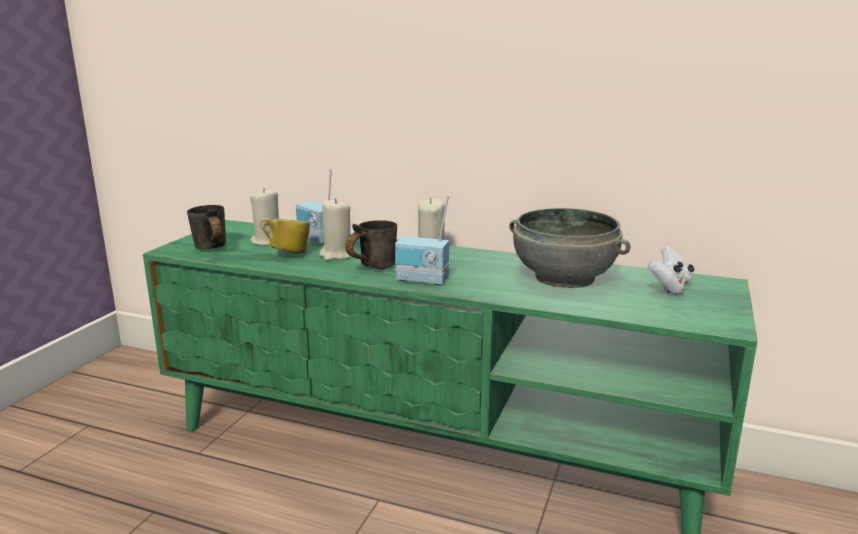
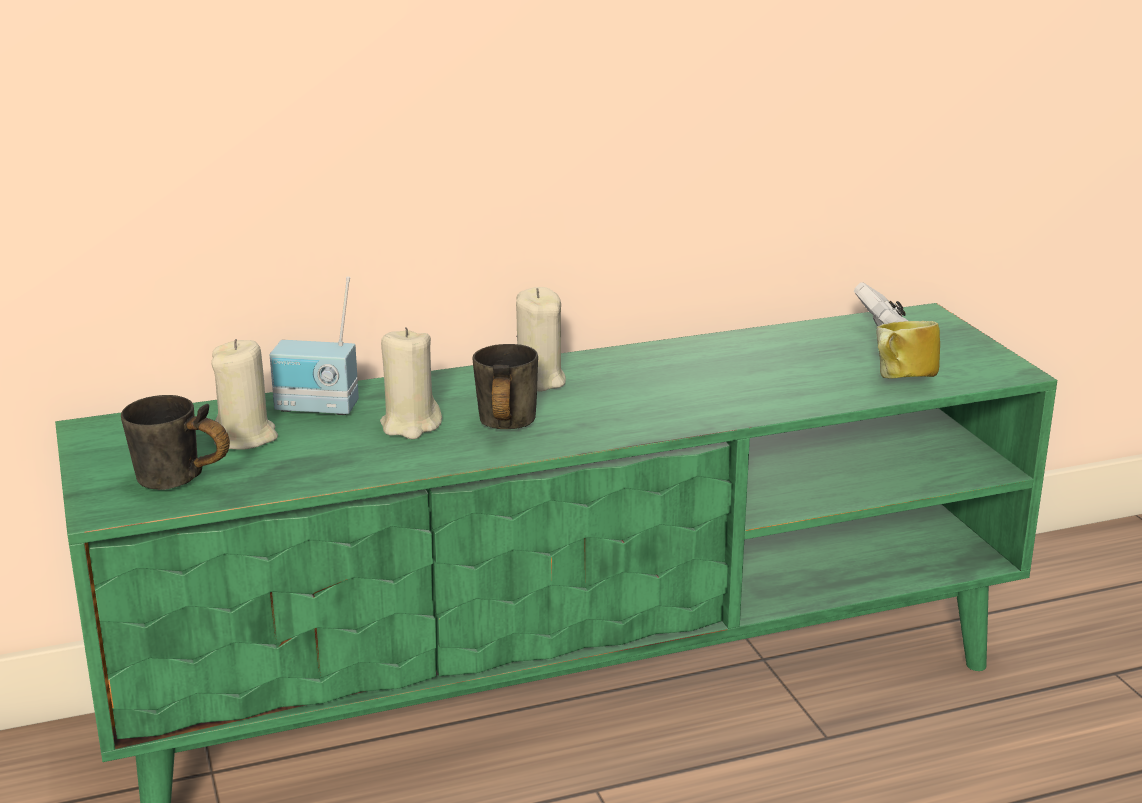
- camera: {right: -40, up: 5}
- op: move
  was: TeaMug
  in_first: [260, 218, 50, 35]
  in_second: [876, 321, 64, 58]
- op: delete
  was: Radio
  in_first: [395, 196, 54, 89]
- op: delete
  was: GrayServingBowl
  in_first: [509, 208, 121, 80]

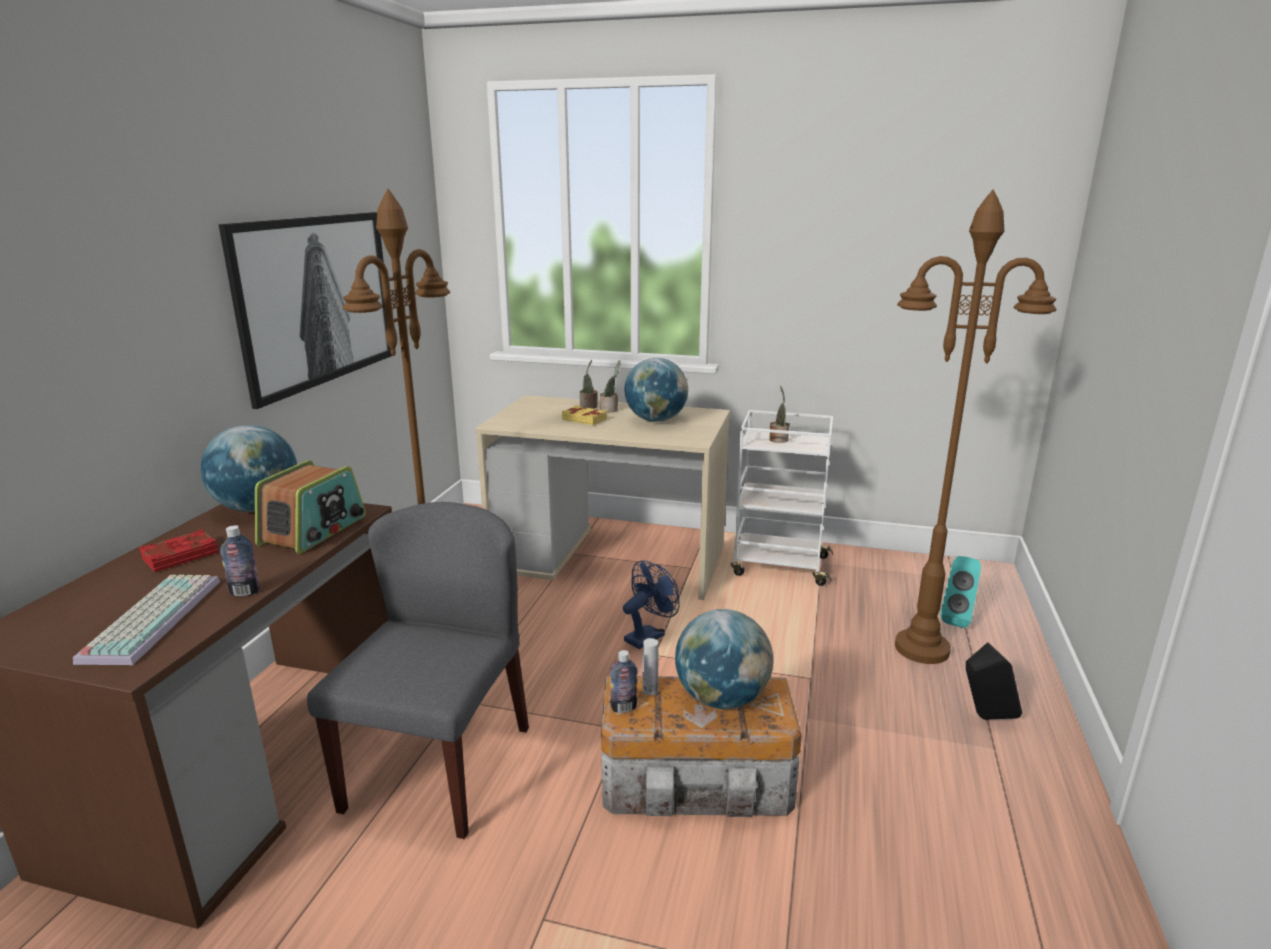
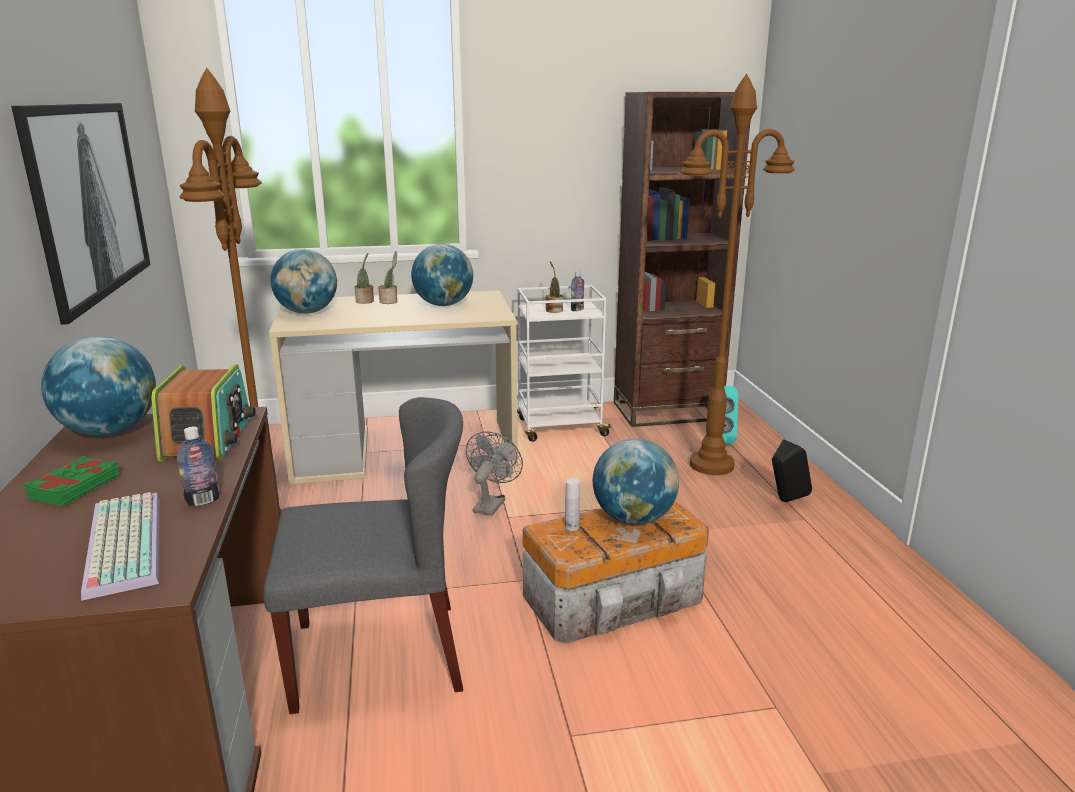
- camera: {right: -25, up: 0}
- op: recolor
  was: RedColouredVolume
  now: GreenVolume
  in_first: [139, 529, 80, 43]
  in_second: [23, 456, 97, 50]
- op: rotate
  was: GrayUprightChair
  in_first: [307, 502, 222, 337]
  in_second: [263, 397, 200, 317]
  clockwise: 90
- op: delete
  was: YellowColouredVolume
  in_first: [562, 405, 45, 20]
- op: move
  was: BeverageBottle
  in_first: [610, 650, 28, 63]
  in_second: [571, 271, 13, 40]
- op: recolor
  was: BluishCoolingFan
  now: GrayCoolingFan
  in_first: [623, 560, 57, 89]
  in_second: [466, 432, 57, 84]
- op: insert
  now: Globe
  in_second: [270, 249, 67, 65]
- op: insert
  now: BrownishBookshelf
  in_second: [614, 92, 136, 335]

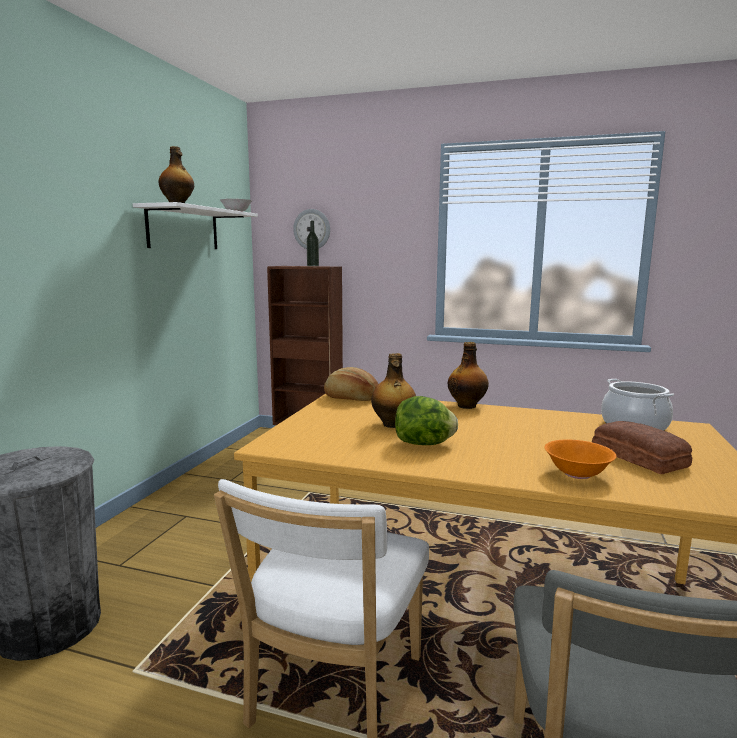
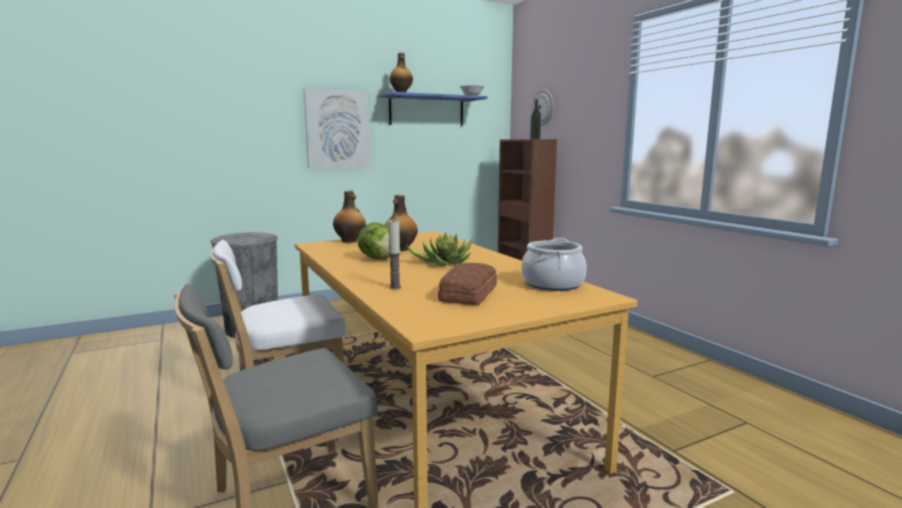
- camera: {right: 45, up: 0}
- op: recolor
  was: WhiteBracketShelf
  now: BluishBracketShelf
  in_first: [133, 202, 125, 47]
  in_second: [378, 92, 110, 34]
- op: delete
  was: BakedBread
  in_first: [324, 367, 55, 34]
- op: move
  was: BeverageBottle
  in_first: [448, 342, 41, 67]
  in_second: [333, 191, 33, 52]
- op: replace
  was: OrangeyServingBowl
  now: WaxLight
  in_first: [544, 440, 72, 39]
  in_second: [388, 219, 13, 70]
- op: insert
  now: WallArt
  in_second: [304, 88, 67, 81]
- op: insert
  now: PlantInAPot
  in_second: [406, 232, 66, 35]

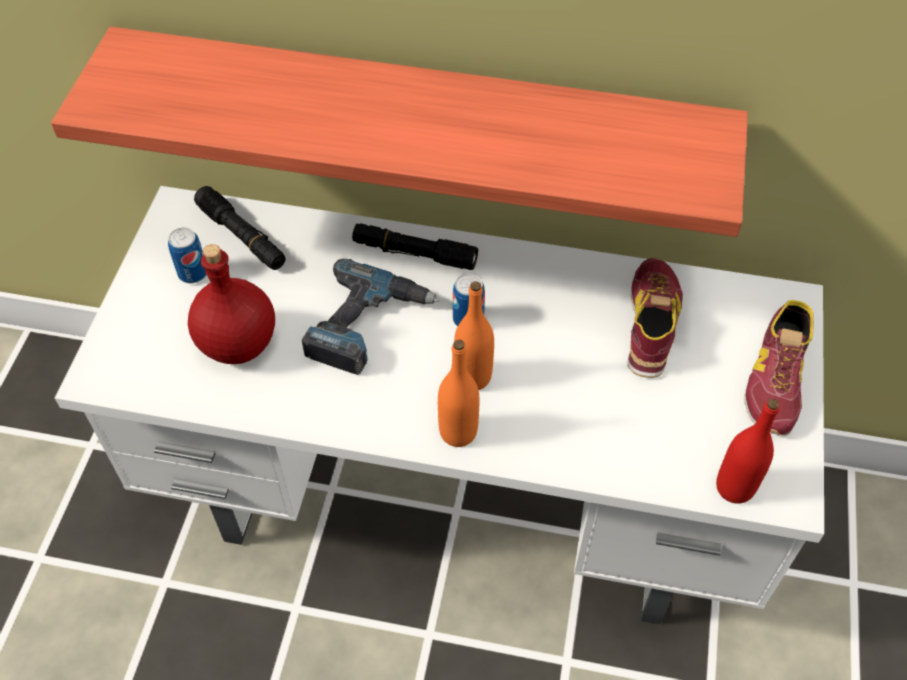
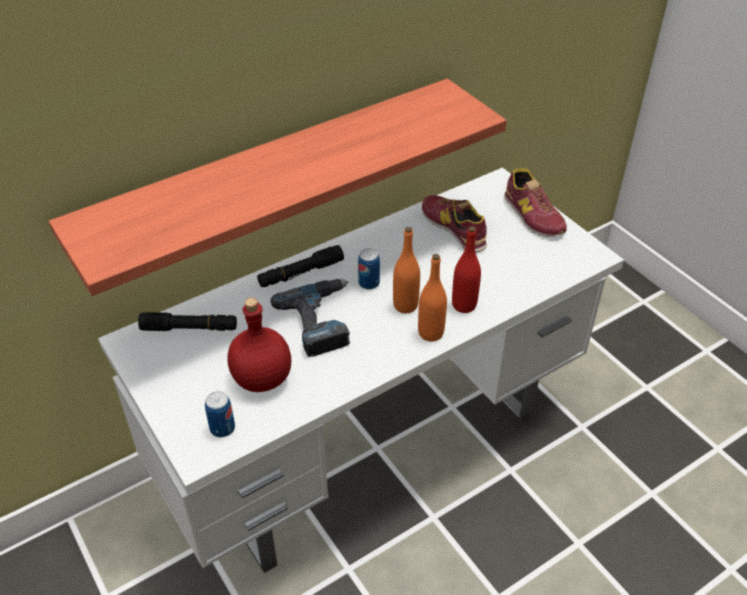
- camera: {right: -45, up: -10}
- op: move
  was: SealedCan
  in_first: [168, 227, 39, 56]
  in_second: [205, 391, 30, 47]
- op: move
  was: RedColouredBeverageBottle
  in_first: [716, 399, 64, 105]
  in_second: [452, 226, 29, 87]

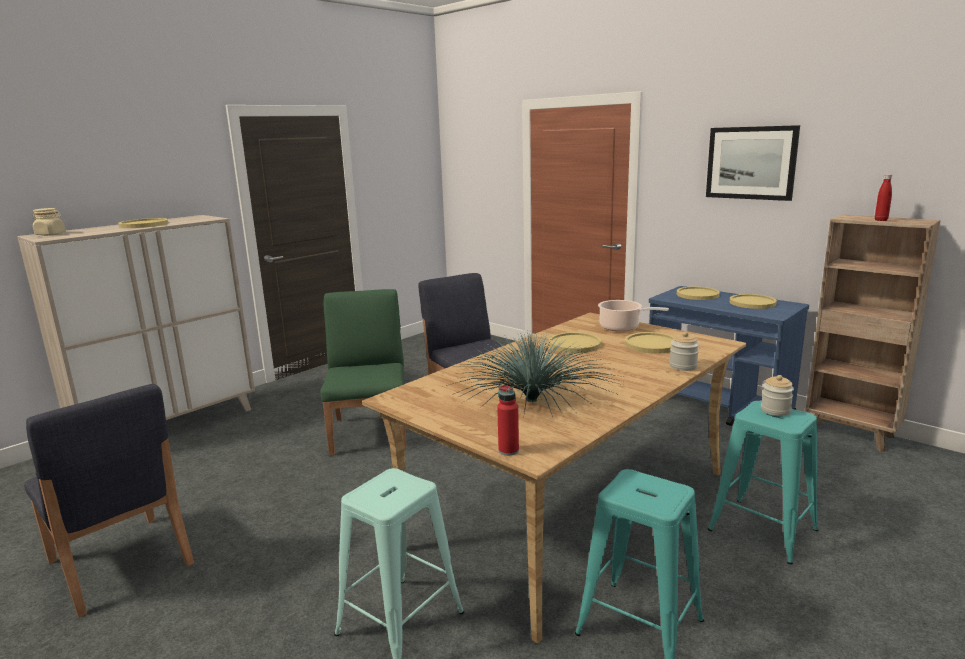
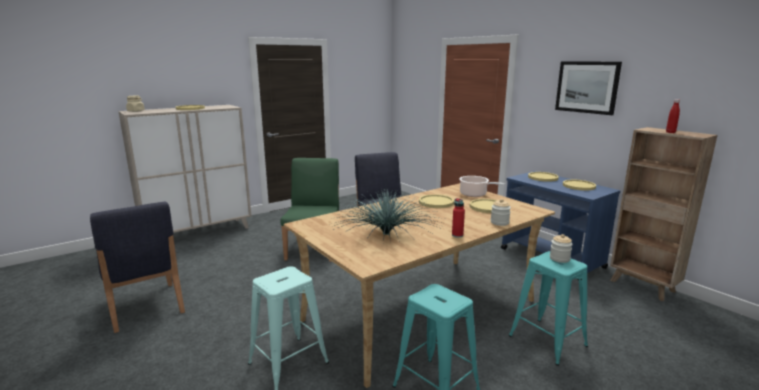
- camera: {right: 10, up: 0}
- op: move
  was: RedColouredBeverageBottle
  in_first: [497, 385, 22, 71]
  in_second: [452, 198, 13, 40]

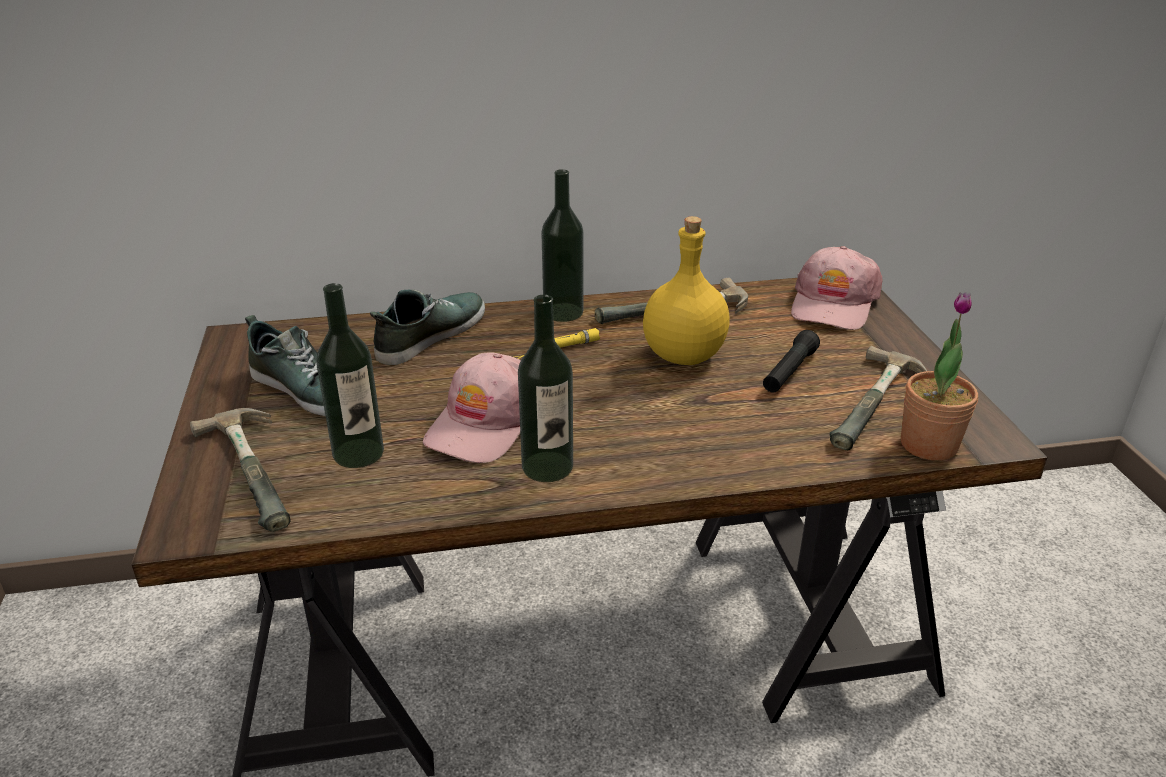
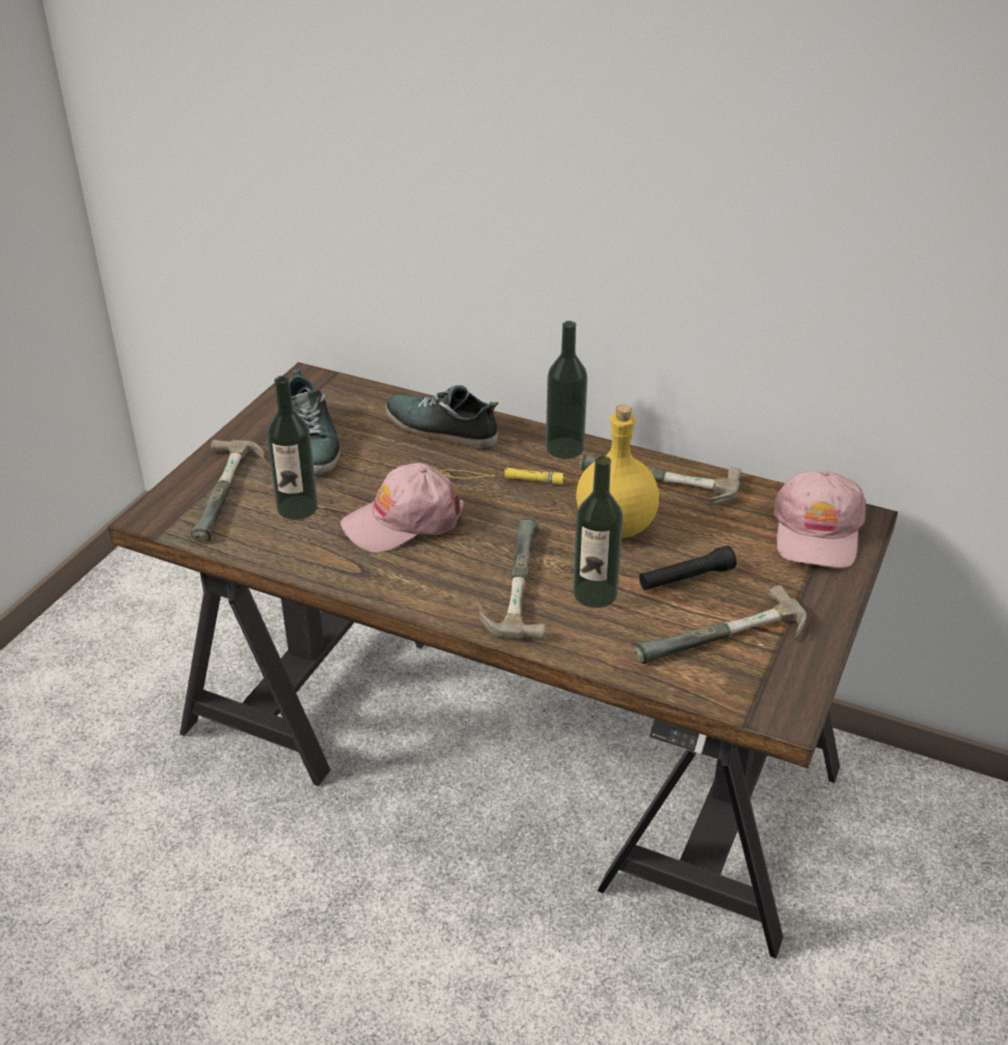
- camera: {right: 35, up: 5}
- op: rotate
  was: LowShoe
  in_first: [370, 289, 115, 76]
  in_second: [386, 385, 112, 64]
  clockwise: -135
- op: move
  was: BeverageBottle
  in_first: [518, 295, 55, 187]
  in_second: [573, 456, 50, 152]
- op: rotate
  was: PinkishBaseballCap
  in_first: [791, 246, 91, 84]
  in_second: [773, 470, 93, 98]
  clockwise: -45
- op: delete
  was: PlantInAPot
  in_first: [901, 292, 77, 169]
- op: insert
  now: Hammer
  in_second: [479, 518, 67, 122]

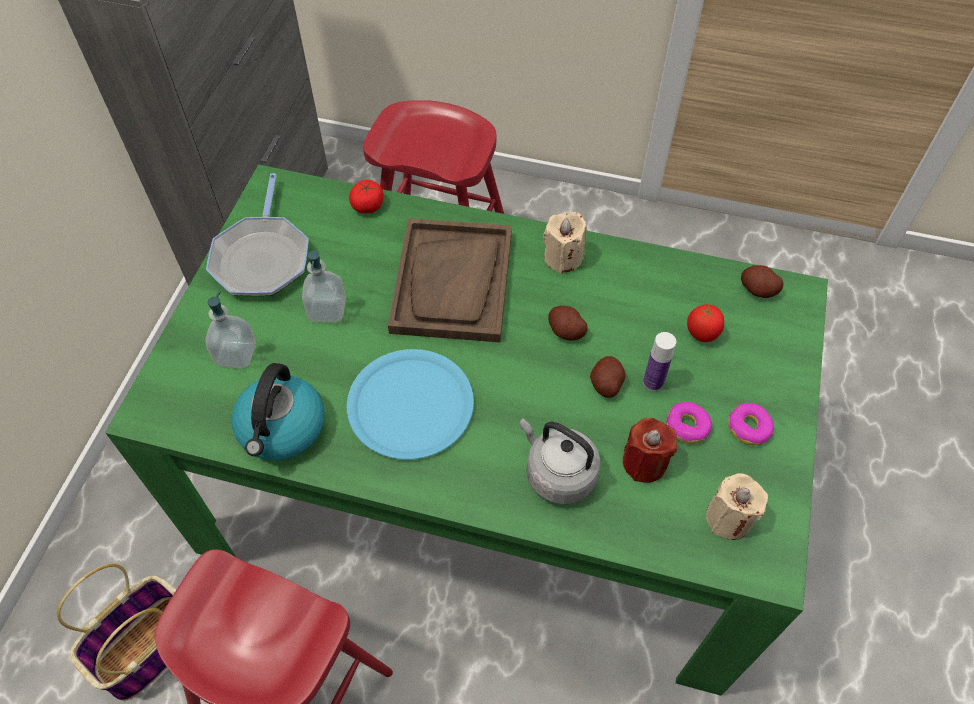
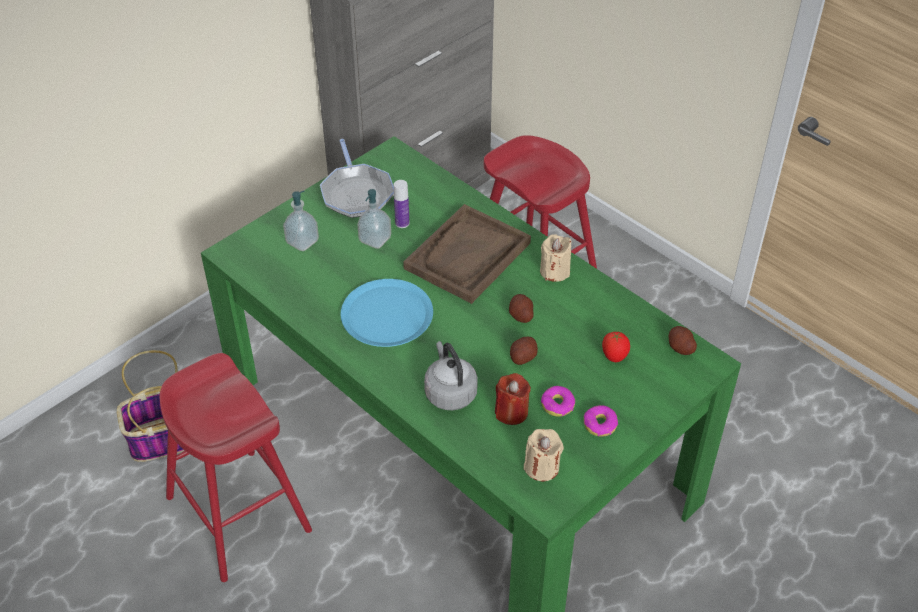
- camera: {right: 30, up: -10}
- op: rotate
  was: Pan
  in_first: [206, 173, 103, 123]
  in_second: [320, 139, 74, 79]
  clockwise: -45
- op: delete
  was: Kettle
  in_first: [232, 363, 93, 97]
- op: delete
  was: Tomato
  in_first: [349, 180, 34, 33]
- op: move
  was: BeverageBottle
  in_first: [643, 332, 33, 59]
  in_second: [394, 180, 15, 48]

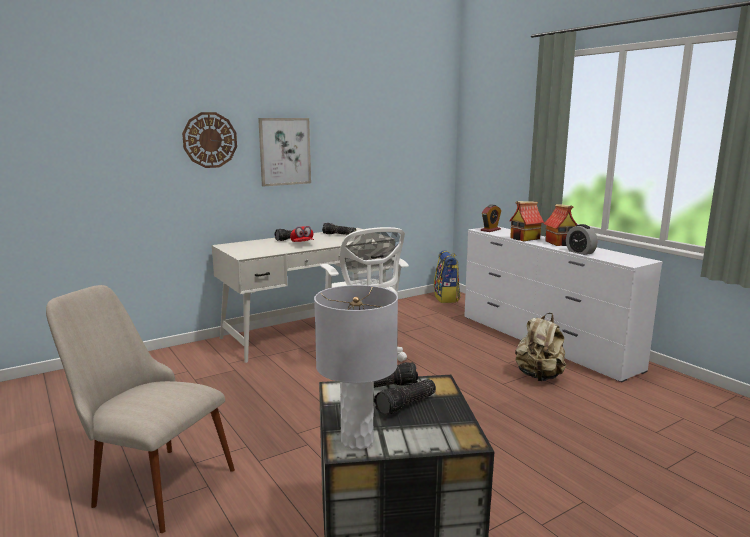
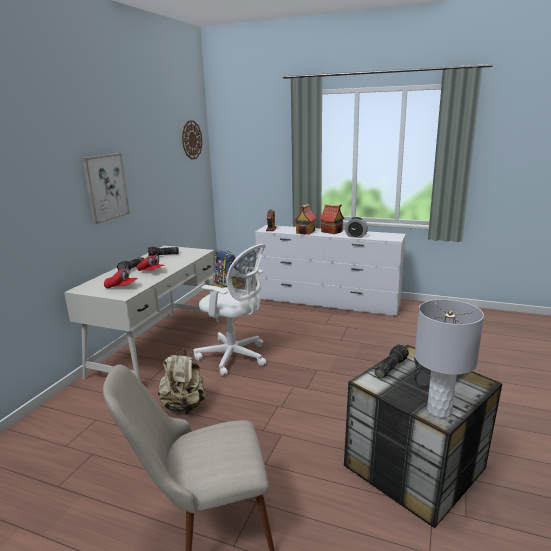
- camera: {right: -35, up: 5}
- op: move
  was: ClockOnTheWall
  in_first: [182, 112, 55, 56]
  in_second: [182, 120, 21, 40]
- op: move
  was: SandColouredKnapsack
  in_first: [515, 313, 51, 68]
  in_second: [158, 348, 48, 66]
- op: insert
  now: RedColouredBaseballCap
  in_second: [104, 268, 34, 21]

